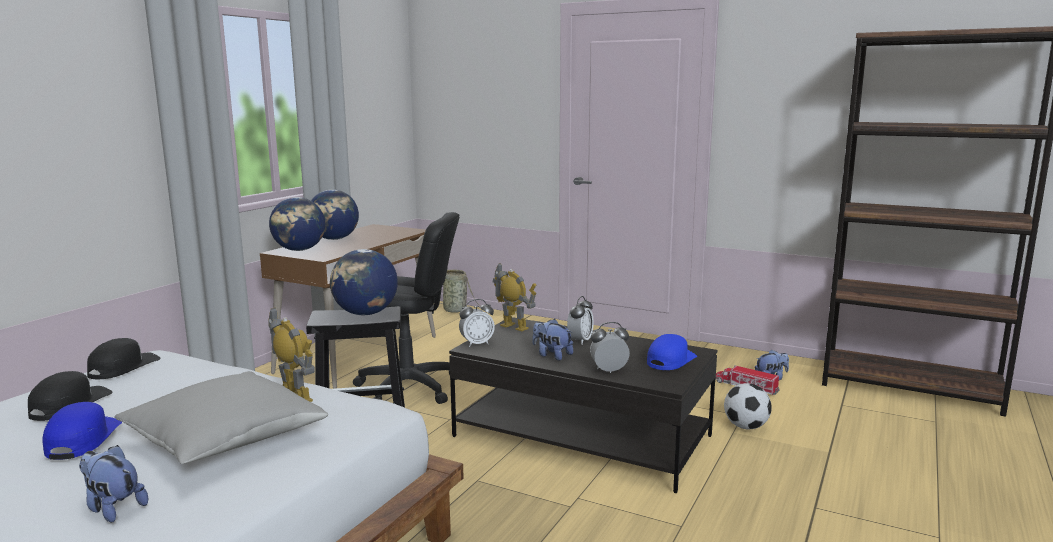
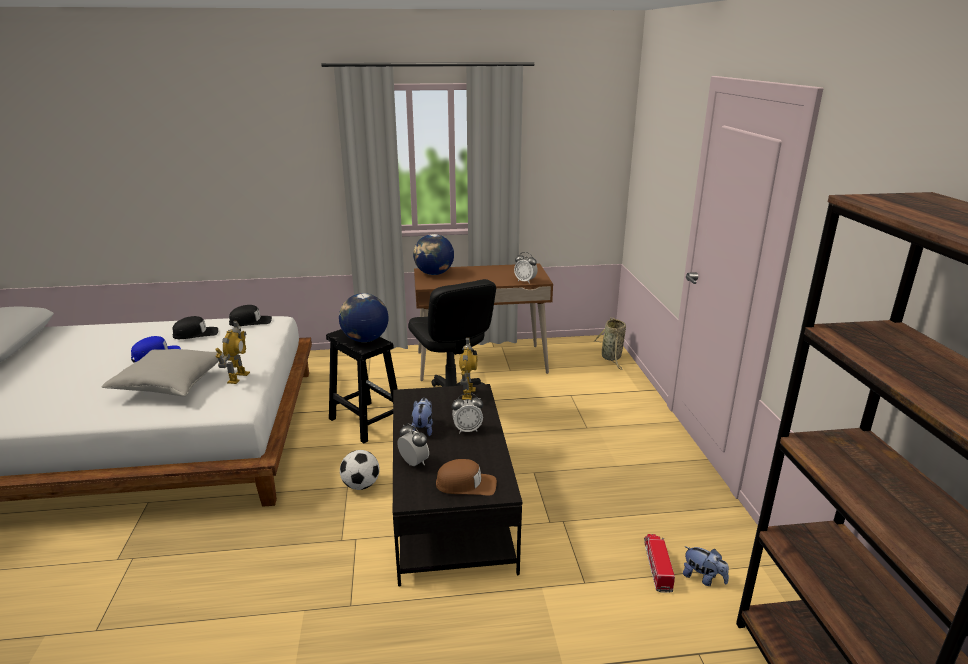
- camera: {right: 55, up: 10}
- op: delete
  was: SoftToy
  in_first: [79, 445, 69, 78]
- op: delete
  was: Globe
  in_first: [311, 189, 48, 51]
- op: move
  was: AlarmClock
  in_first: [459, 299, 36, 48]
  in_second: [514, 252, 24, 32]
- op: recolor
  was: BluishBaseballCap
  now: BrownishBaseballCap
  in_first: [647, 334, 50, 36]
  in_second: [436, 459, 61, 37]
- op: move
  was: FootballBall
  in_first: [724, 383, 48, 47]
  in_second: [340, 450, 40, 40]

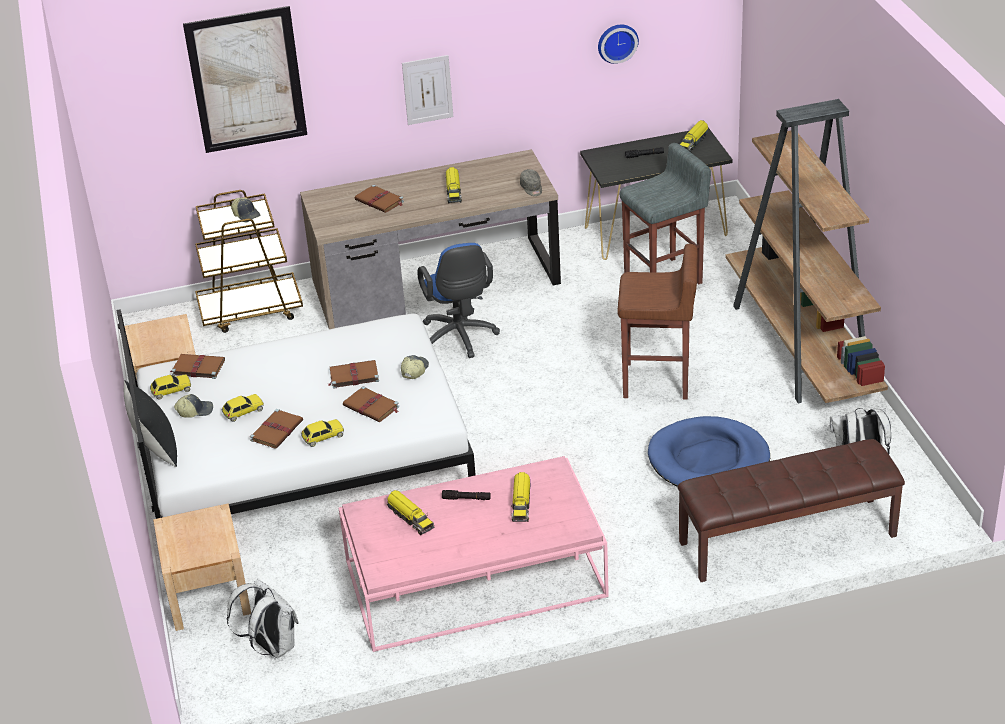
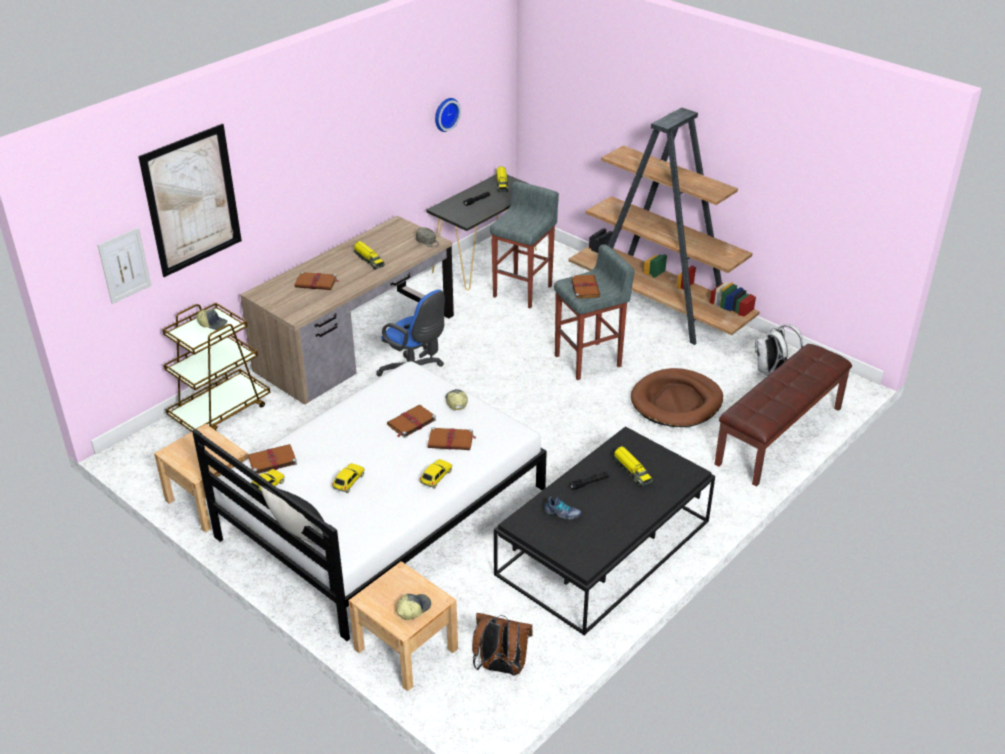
- camera: {right: -35, up: 0}
- op: move
  was: BaseballCap
  in_first: [174, 394, 39, 24]
  in_second: [396, 594, 35, 26]
- op: recolor
  was: WhiteKnapsack
  now: BrownishKnapsack
  in_first: [227, 579, 72, 79]
  in_second: [472, 613, 61, 62]
- op: move
  was: BrownishVolume
  in_first: [250, 409, 53, 40]
  in_second: [571, 275, 29, 24]
- op: recolor
  was: PinkishCoffeeTable
  now: BlackColouredCoffeeTable
  in_first: [339, 456, 270, 196]
  in_second: [494, 426, 221, 210]
- op: replace
  was: ToyTruck
  now: LowShoe
  in_first: [387, 490, 47, 45]
  in_second: [544, 496, 38, 24]
- op: move
  was: WallArt
  in_first: [402, 55, 51, 70]
  in_second: [98, 227, 54, 77]
- op: recolor
  was: BrownishStoolSeat
  now: GrayStoolSeat
  in_first: [617, 244, 81, 155]
  in_second: [554, 244, 81, 136]
- op: recolor
  was: BluishDogCushion
  now: BrownishDogCushion
  in_first: [648, 416, 122, 71]
  in_second: [631, 368, 92, 59]

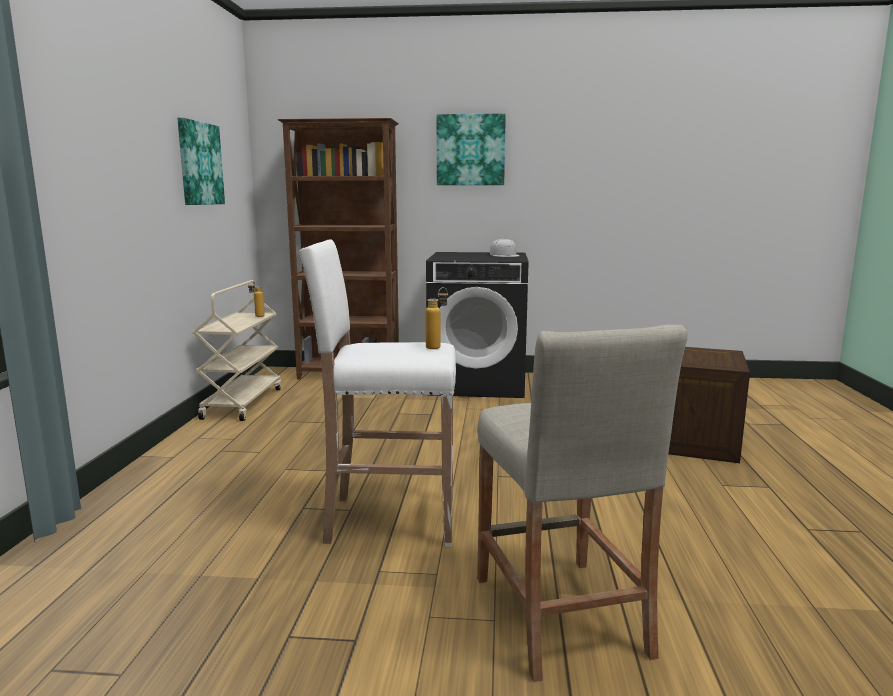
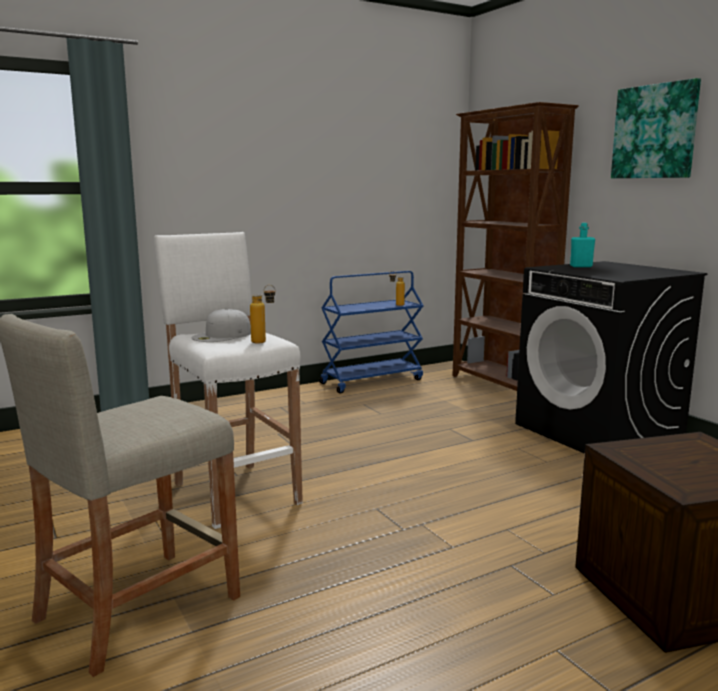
- camera: {right: 55, up: 0}
- op: delete
  was: WallArt
  in_first: [177, 118, 48, 87]
- op: recolor
  was: SandColouredTrolley
  now: BluishTrolley
  in_first: [192, 280, 89, 141]
  in_second: [319, 271, 105, 123]
- op: move
  was: WhiteBaseballCap
  in_first: [490, 239, 30, 18]
  in_second: [191, 309, 60, 33]
- op: insert
  now: TurquoiseBeverageBottle
  in_second: [570, 223, 25, 44]

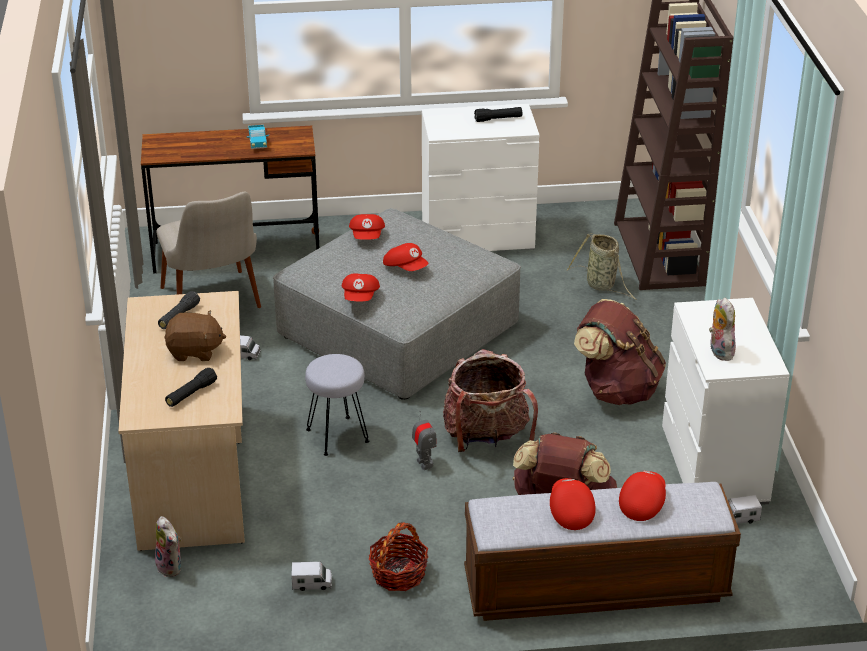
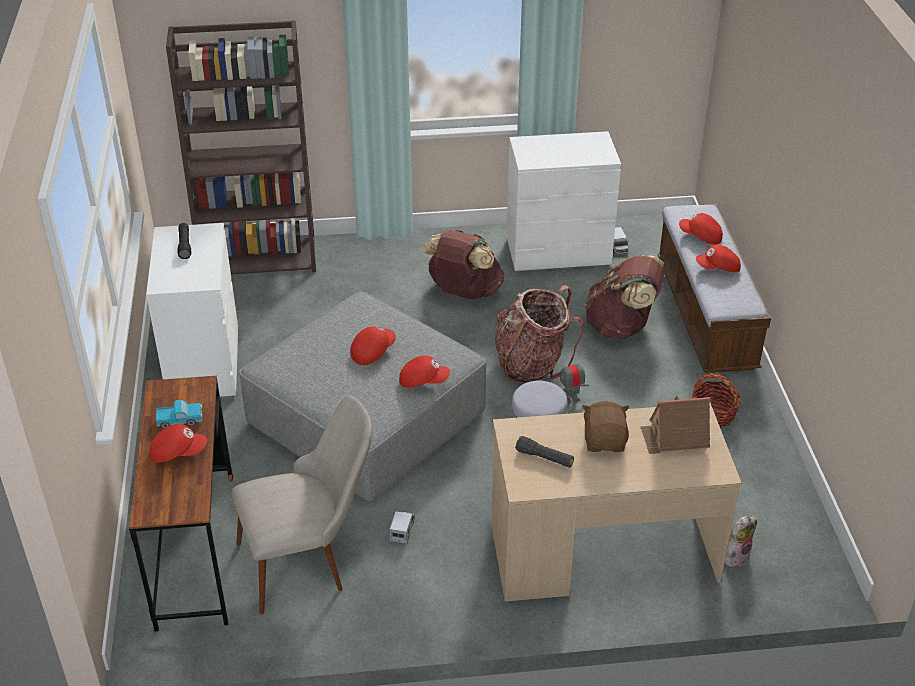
- camera: {right: -90, up: 5}
- op: replace
  was: BlackColouredHandTorch
  now: ToyHouse
  in_first: [165, 368, 52, 39]
  in_second: [641, 396, 70, 58]
- op: delete
  was: ToyTruck
  in_first: [291, 562, 41, 29]
- op: move
  was: RedColouredBaseballCap
  in_first: [349, 214, 36, 26]
  in_second: [150, 424, 57, 39]
- op: delete
  was: HouseholdBasket
  in_first: [567, 233, 70, 67]
- op: delete
  was: SoftToy
  in_first: [709, 298, 27, 63]

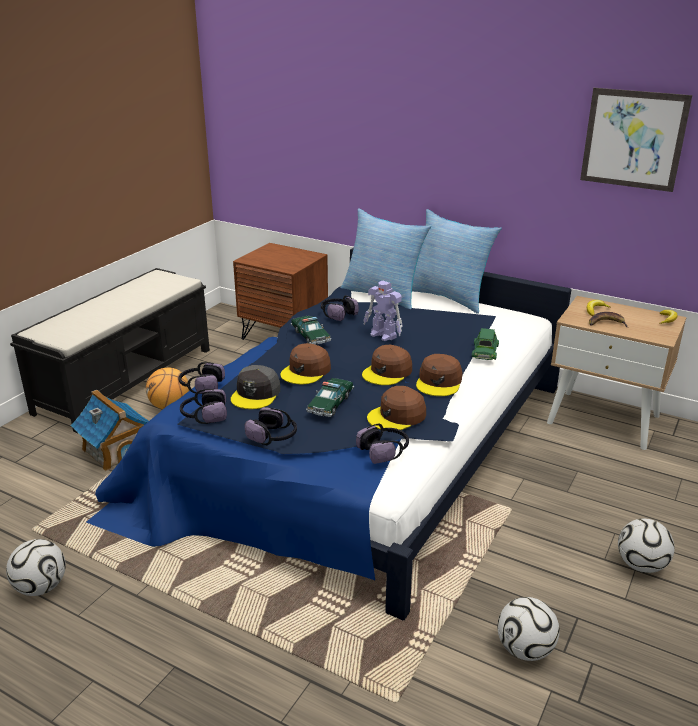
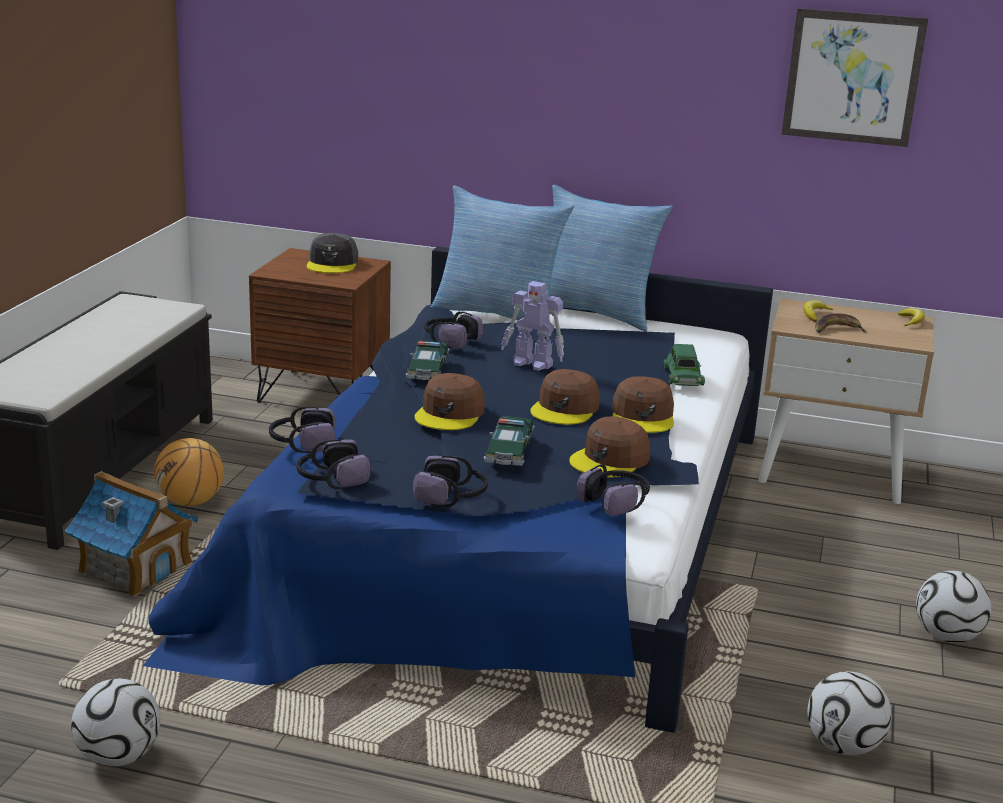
- camera: {right: -15, up: -5}
- op: move
  was: GrayBaseballCap
  in_first: [231, 365, 49, 44]
  in_second: [307, 233, 51, 40]
- op: rotate
  was: ToyCar
  in_first: [290, 316, 42, 28]
  in_second: [406, 341, 44, 39]
  clockwise: 45

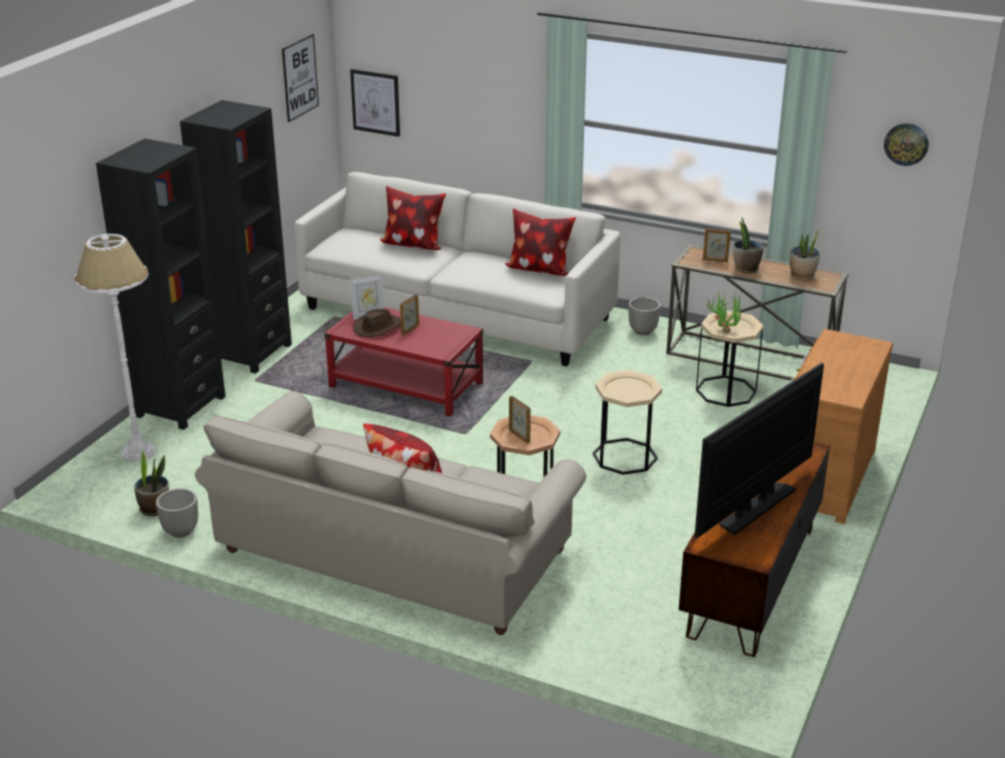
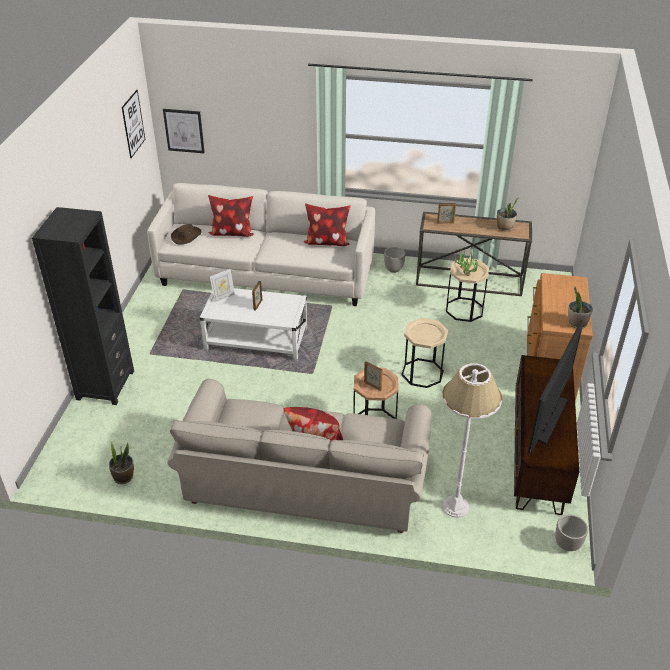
- camera: {right: -15, up: 10}
- op: move
  was: WhiteFloorLamp
  in_first: [74, 234, 82, 227]
  in_second: [442, 363, 60, 155]
- op: move
  was: Planter
  in_first: [156, 488, 42, 50]
  in_second: [555, 515, 33, 36]
- op: delete
  was: BlackColouredBookshelf
  in_first: [180, 100, 112, 274]
- op: recolor
  was: RedColouredCoffeeTable
  now: WhiteCoffeeTable
  in_first: [325, 307, 158, 110]
  in_second: [199, 288, 108, 73]
- op: move
  was: BrownishHat
  in_first: [353, 309, 48, 28]
  in_second: [171, 224, 31, 21]
- op: move
  was: PlantInAPot
  in_first: [733, 217, 31, 57]
  in_second: [568, 286, 25, 42]
- op: delete
  was: ClockOnTheWall
  in_first: [884, 123, 45, 43]

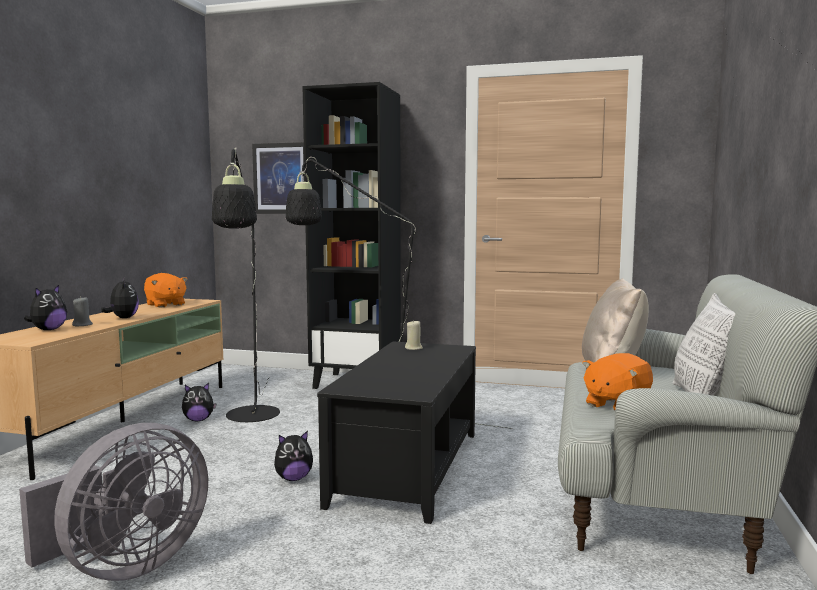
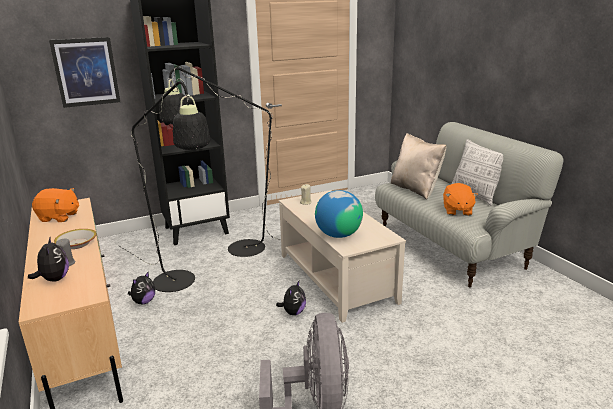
- camera: {right: -40, up: 15}
- op: replace
  was: SoftToy
  now: ServingBowl
  in_first: [101, 278, 38, 40]
  in_second: [54, 229, 43, 20]
- op: recolor
  was: BlackColouredCoffeeTable
  now: SandColouredCoffeeTable
  in_first: [317, 341, 159, 183]
  in_second: [279, 190, 127, 133]
- op: insert
  now: Globe
  in_second: [315, 190, 48, 48]

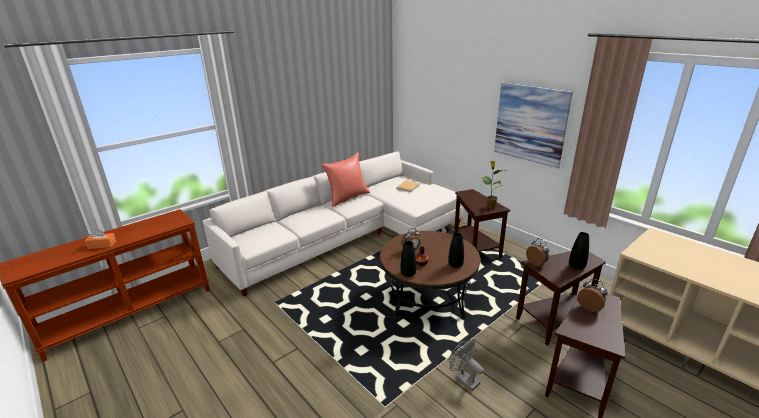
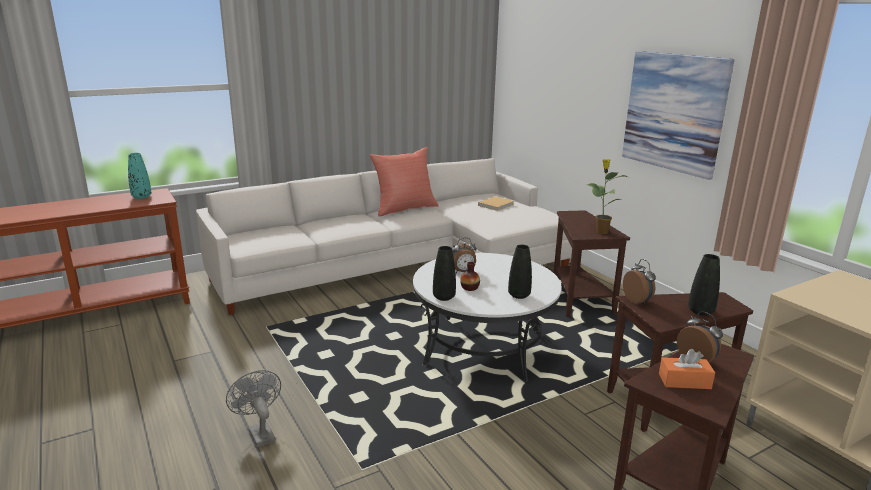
- camera: {right: 10, up: -5}
- op: move
  was: OrangeyTissueHolder
  in_first: [85, 229, 31, 20]
  in_second: [659, 349, 56, 40]
- op: recolor
  was: BrownishCoffeeTable
  now: WhiteCoffeeTable
  in_first: [380, 231, 100, 89]
  in_second: [413, 253, 149, 129]
- op: move
  was: GrayCoolingFan
  in_first: [449, 340, 35, 51]
  in_second: [226, 370, 55, 77]
- op: insert
  now: TurquoiseVase
  in_second: [128, 153, 23, 46]

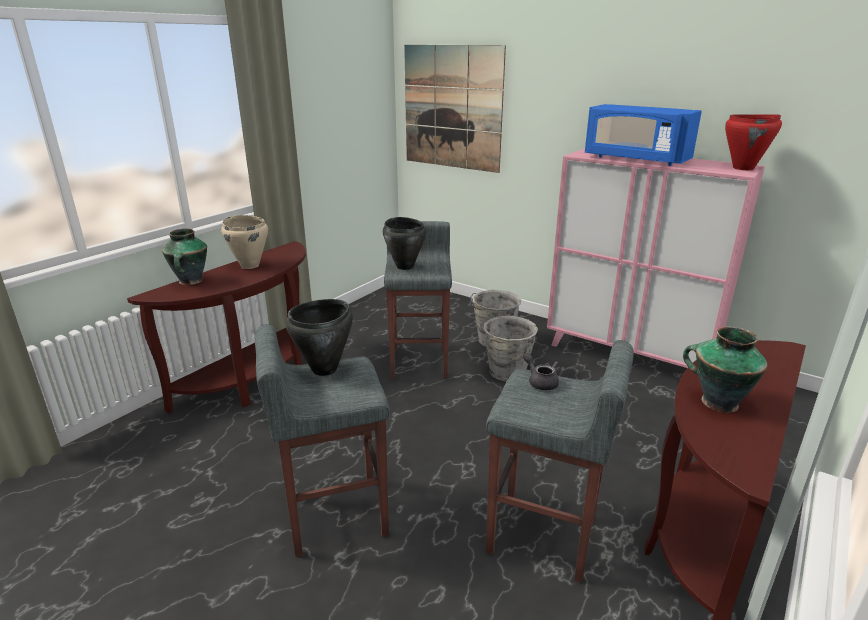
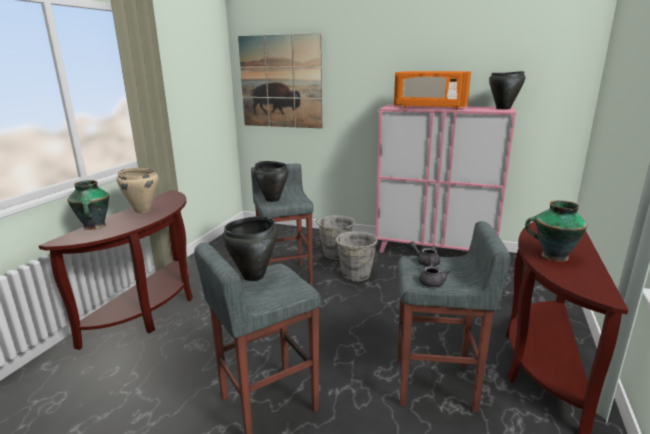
- camera: {right: -15, up: -5}
- op: recolor
  was: BluishMicrowaveOven
  now: OrangeyMicrowaveOven
  in_first: [585, 104, 117, 62]
  in_second: [394, 71, 77, 39]
- op: recolor
  was: RedColouredSaucepot
  now: BlackColouredSaucepot
  in_first: [725, 114, 57, 56]
  in_second: [489, 71, 36, 38]
- op: insert
  now: GrayTeaPot
  in_second: [419, 256, 32, 31]

